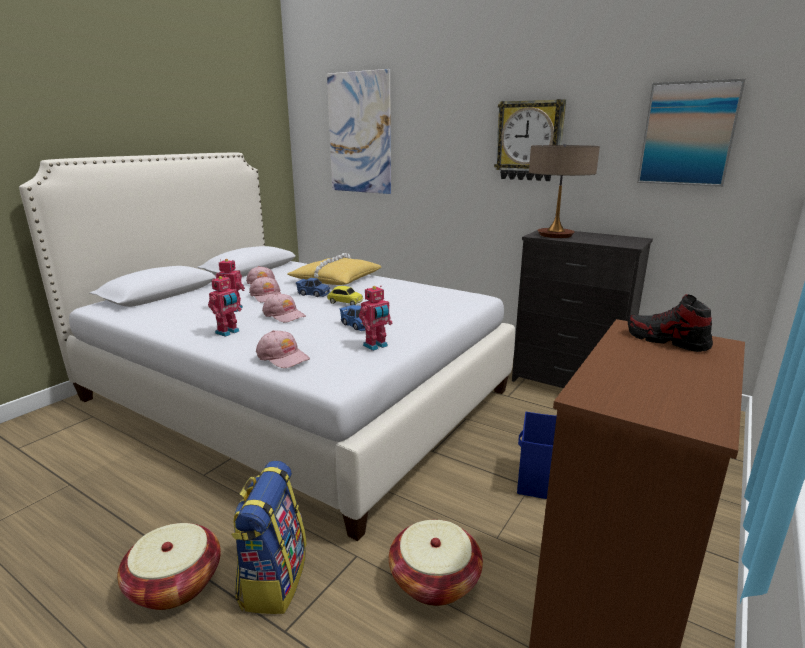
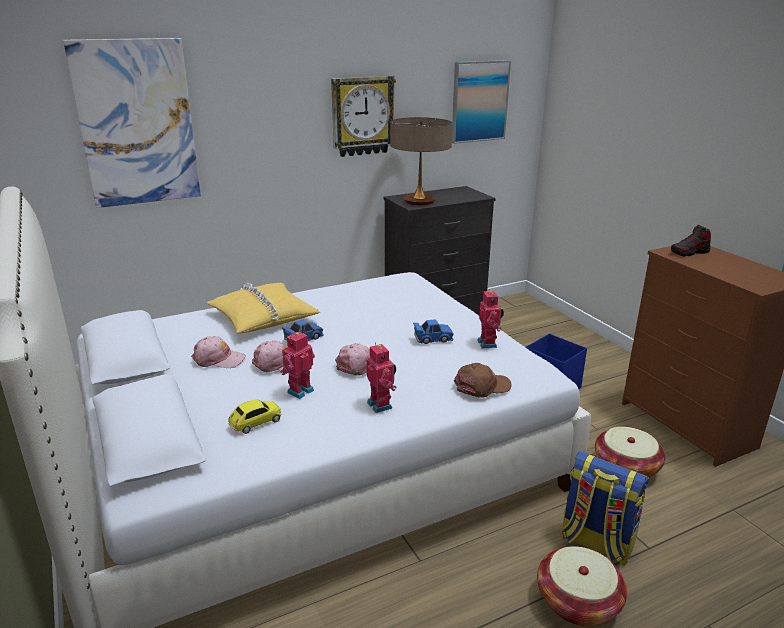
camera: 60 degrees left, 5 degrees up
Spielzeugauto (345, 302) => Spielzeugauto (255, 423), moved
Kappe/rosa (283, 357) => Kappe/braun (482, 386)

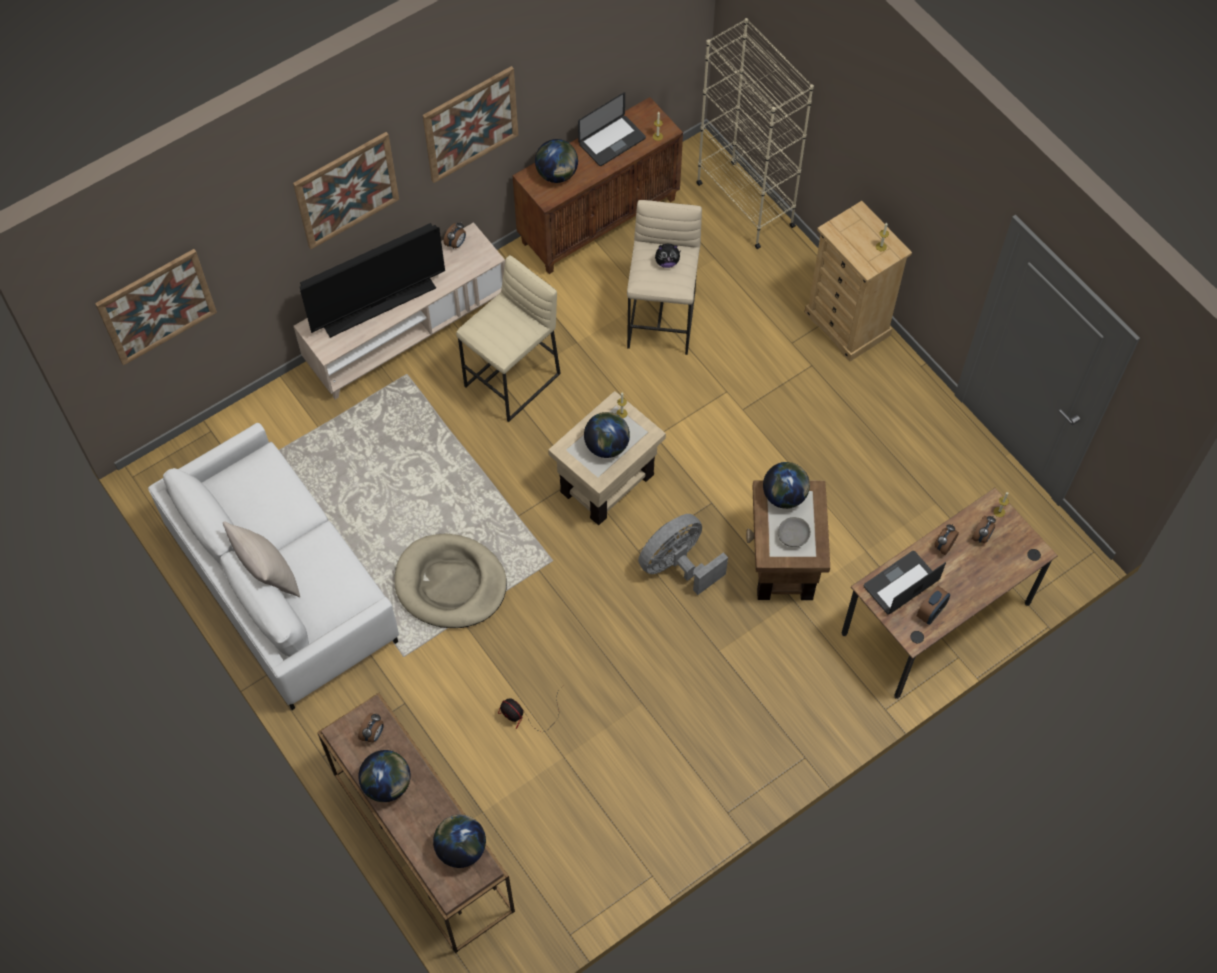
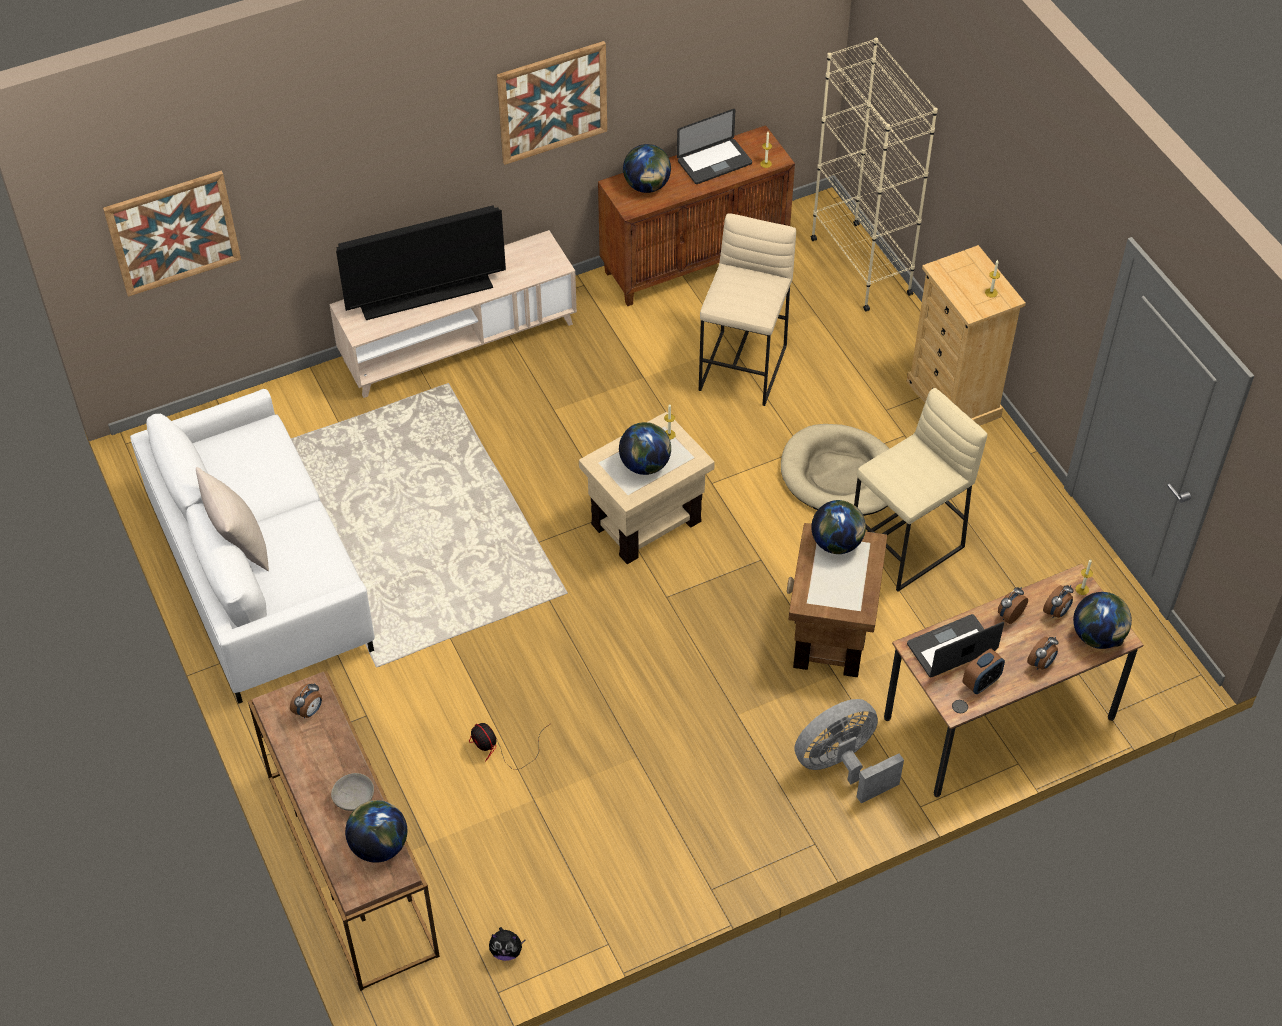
camera: 10 degrees right, 10 degrees down
Bild (346, 190) => nothing
Globus (387, 784) => Globus (1098, 636), moved
Hundebett/beige (450, 584) => Hundebett/beige (840, 475), moved
Wecker (456, 244) => Wecker (1041, 663), moved
Hocker/beige (513, 380) => Hocker/beige (907, 547), moved
Ventilator/grau (677, 565) => Ventilator/grau (842, 766), moved
Plüschtier (667, 262) => Plüschtier (506, 951), moved
Schüssel/grau (793, 537) => Schüssel/grau (354, 799), moved

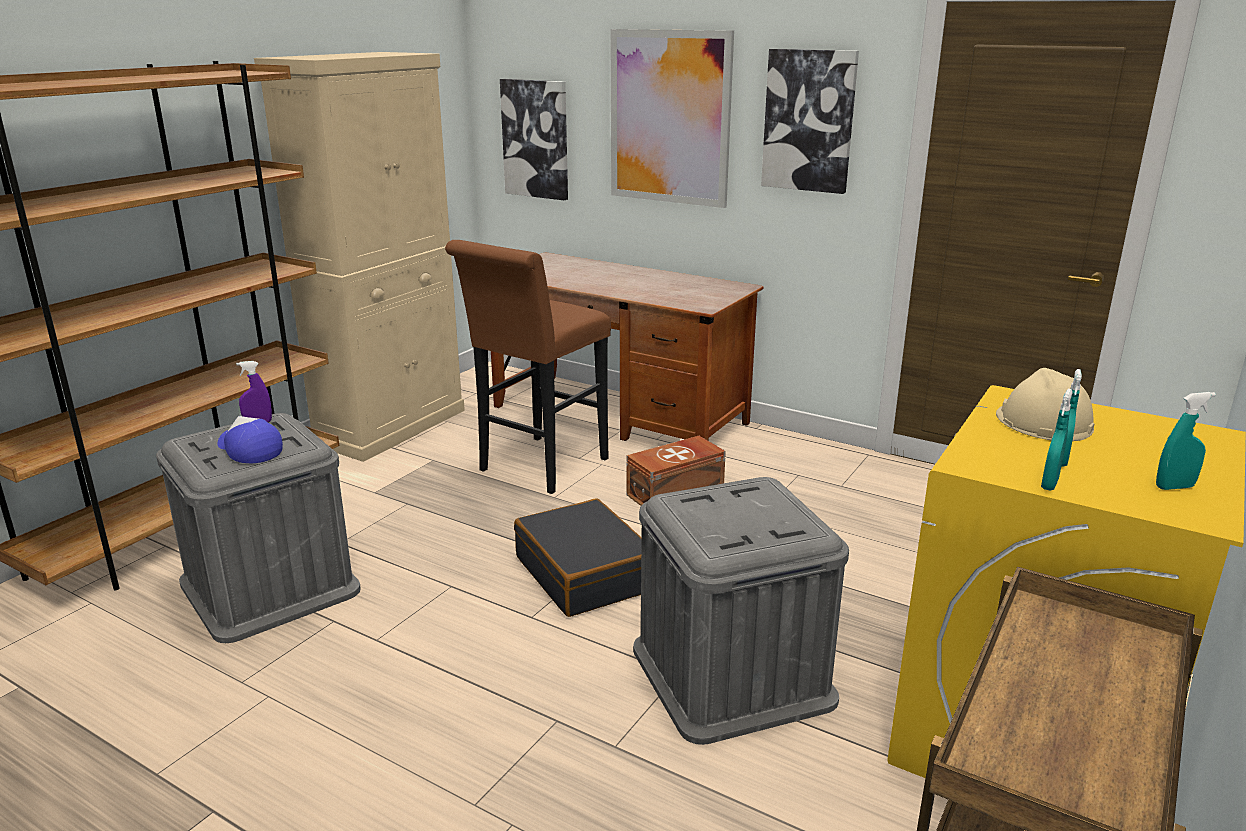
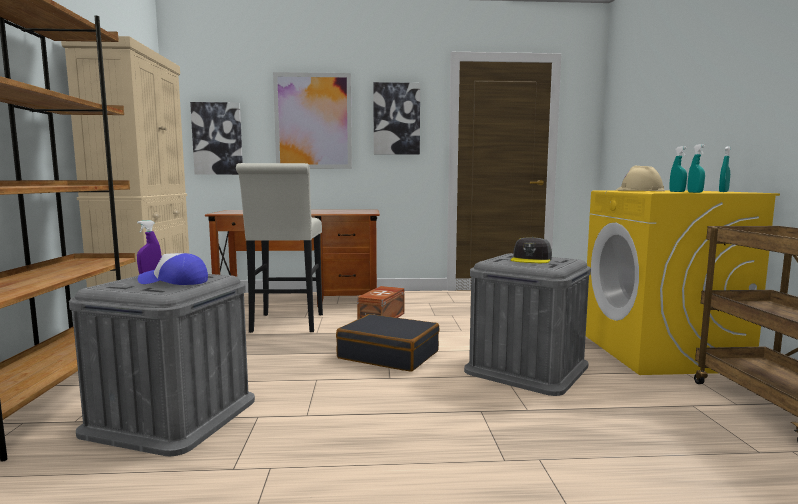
camera: 35 degrees left, 15 degrees down
nothing => Kappe/grau (531, 259)
Hocker/braun (538, 468) => Hocker/weiß (286, 325)

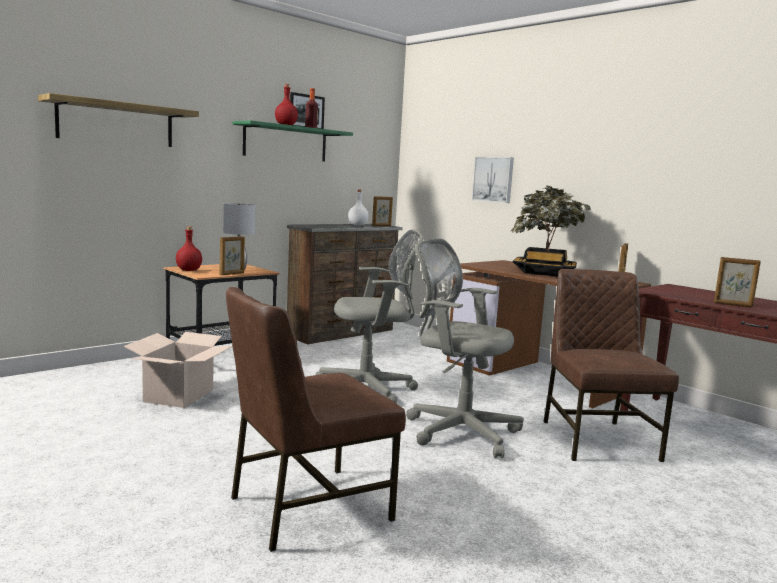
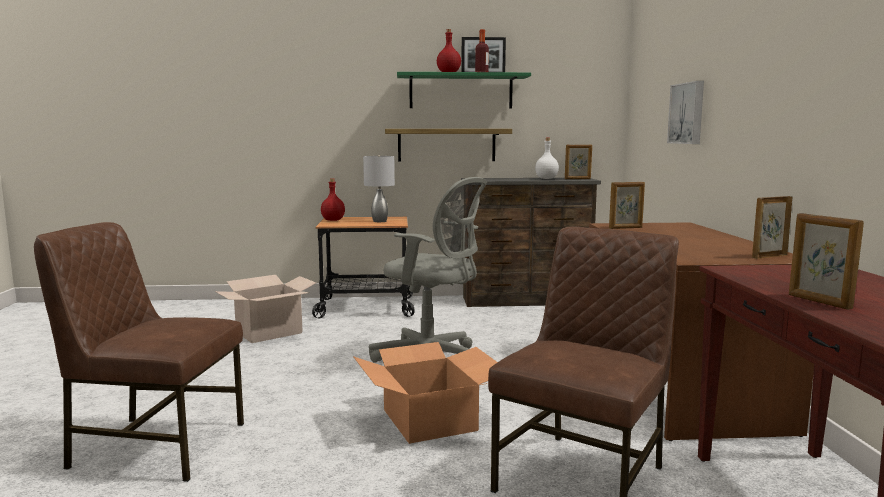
camera: 40 degrees right, 0 degrees up
Topfpflanze (544, 272) => nothing
Wandregal (116, 123) => Wandregal (446, 145), moved
Bilderrahmen (232, 274) => Bilderrahmen (626, 228), moved
Bürostuhl/grau (457, 430) => Karton (430, 419)

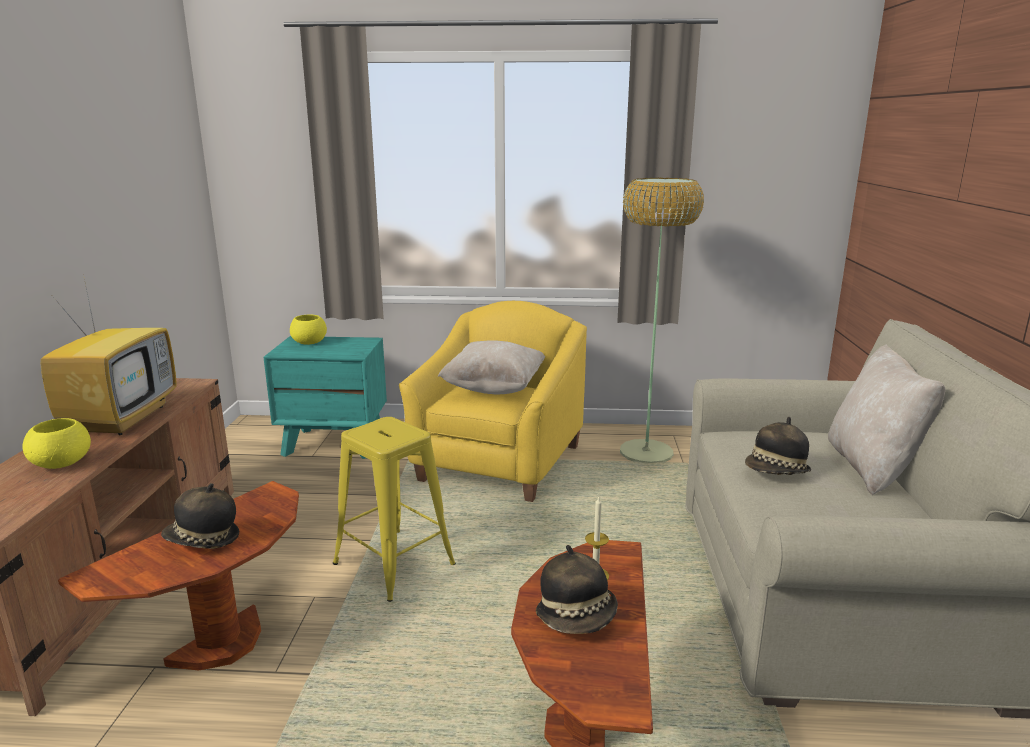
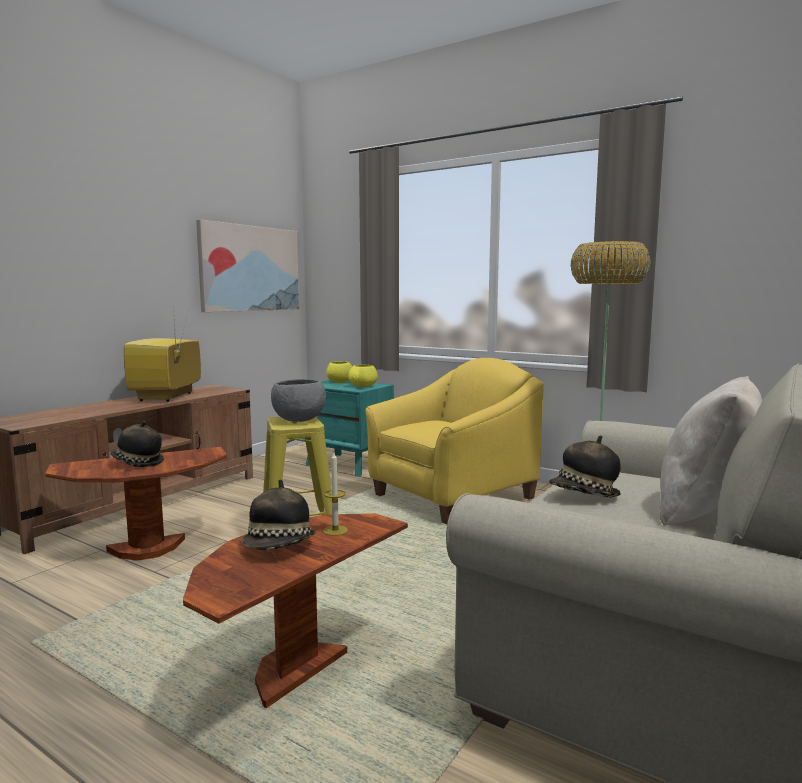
camera: 30 degrees right, 10 degrees down
Kissen/beige (494, 389) => nothing
nothing => Bild (250, 268)
nothing => Schüssel/grau (299, 420)
Schüssel/gelb (63, 463) => Schüssel/gelb (363, 386), moved
Fernseher (122, 418) => Fernseher (167, 397), 150 degrees clockwise

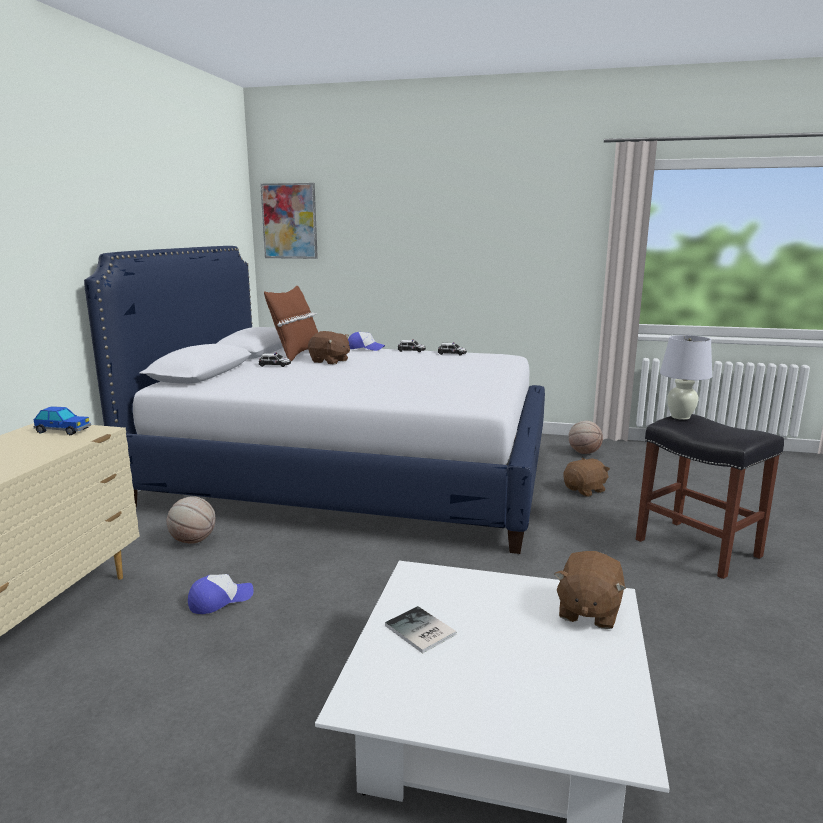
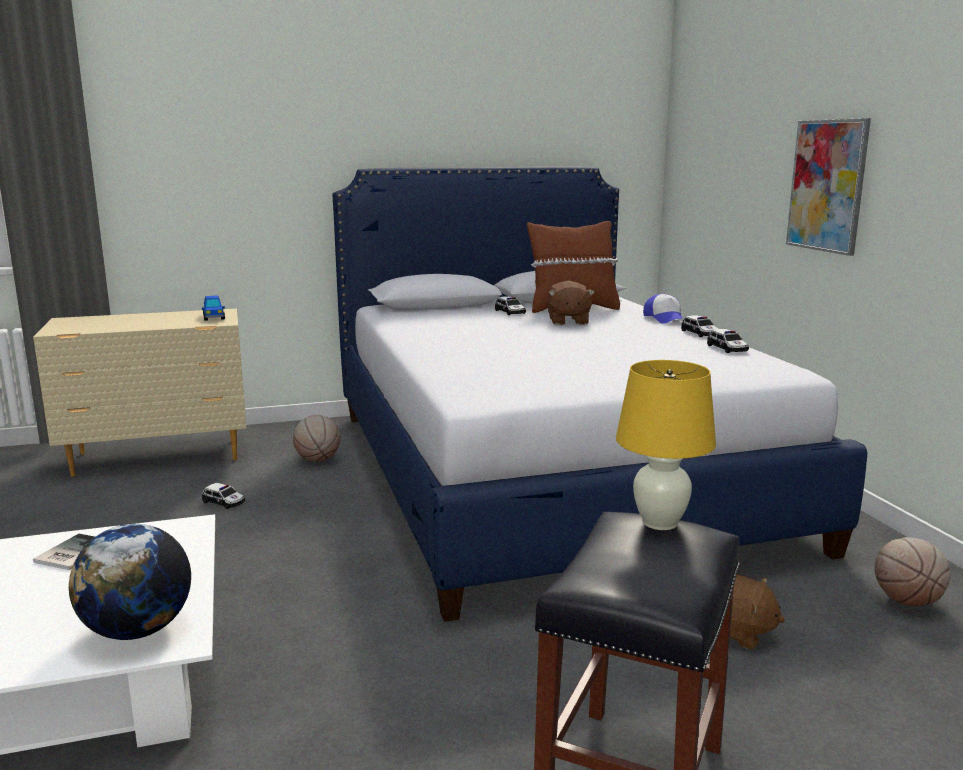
camera: 60 degrees right, 0 degrees up
Bild (289, 221) => Bild (827, 186), moved
Kappe (220, 600) => Spielzeugauto (224, 502)
Plüschtier/braun (587, 611) => Globus (138, 630)
Tischlampe/weiß (680, 417) => Tischlampe/gelb (660, 522)

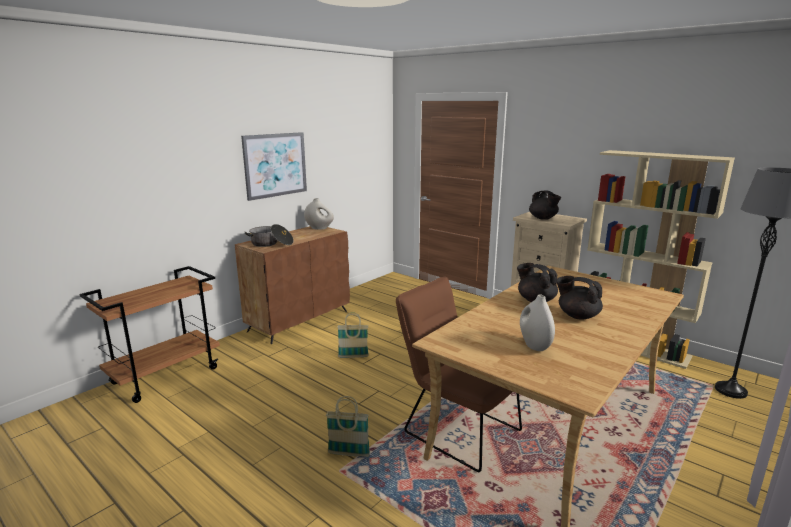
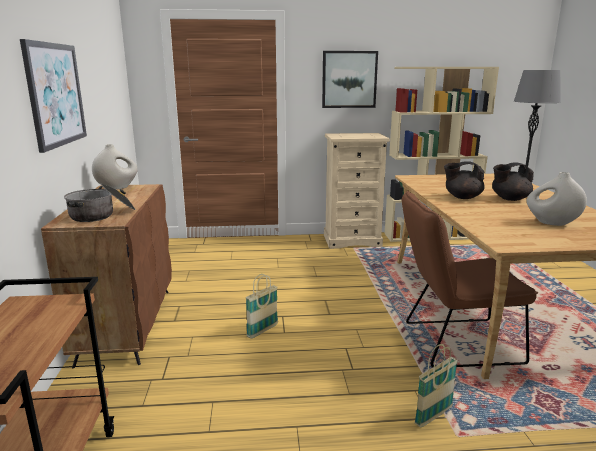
camera: 45 degrees left, 0 degrees up
Teekanne/schwarz (543, 218) => nothing
nothing => Bild (349, 79)

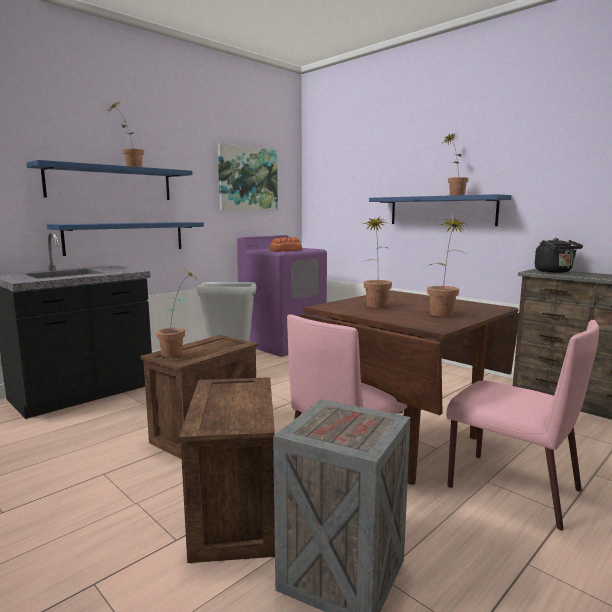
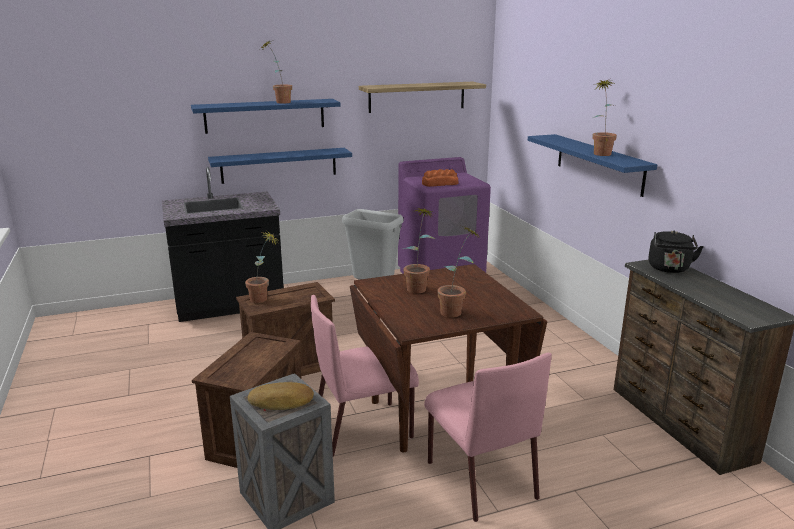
camera: 25 degrees right, 10 degrees up
nothing => Brot (281, 401)
Bild (248, 179) => Wandregal (417, 97)

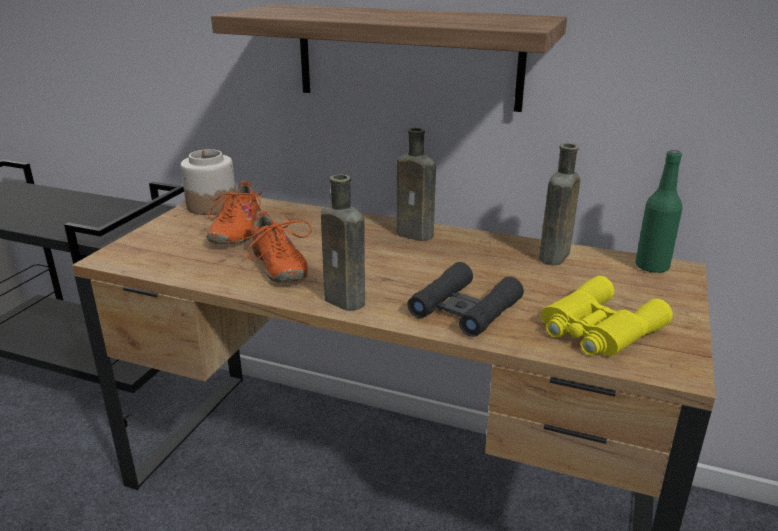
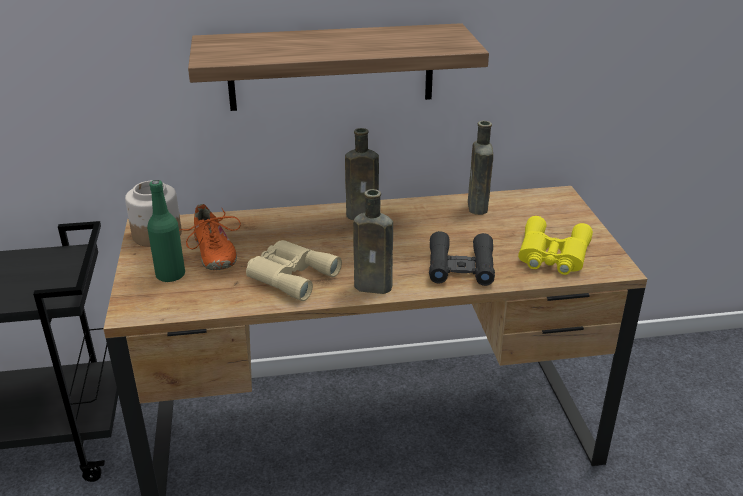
camera: 30 degrees left, 5 degrees up
Flasche/grün (652, 267) => Flasche/grün (170, 275), moved
Schuh/orange (277, 267) => Fernglas/beige (289, 275)

